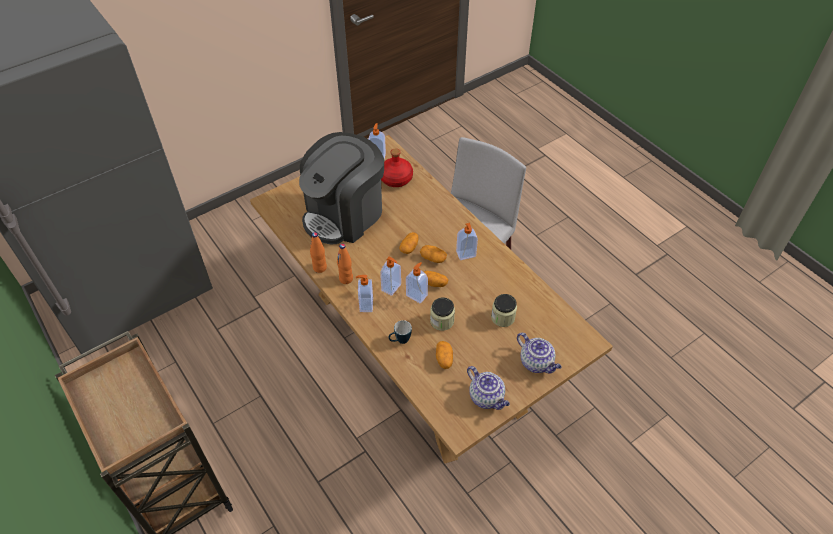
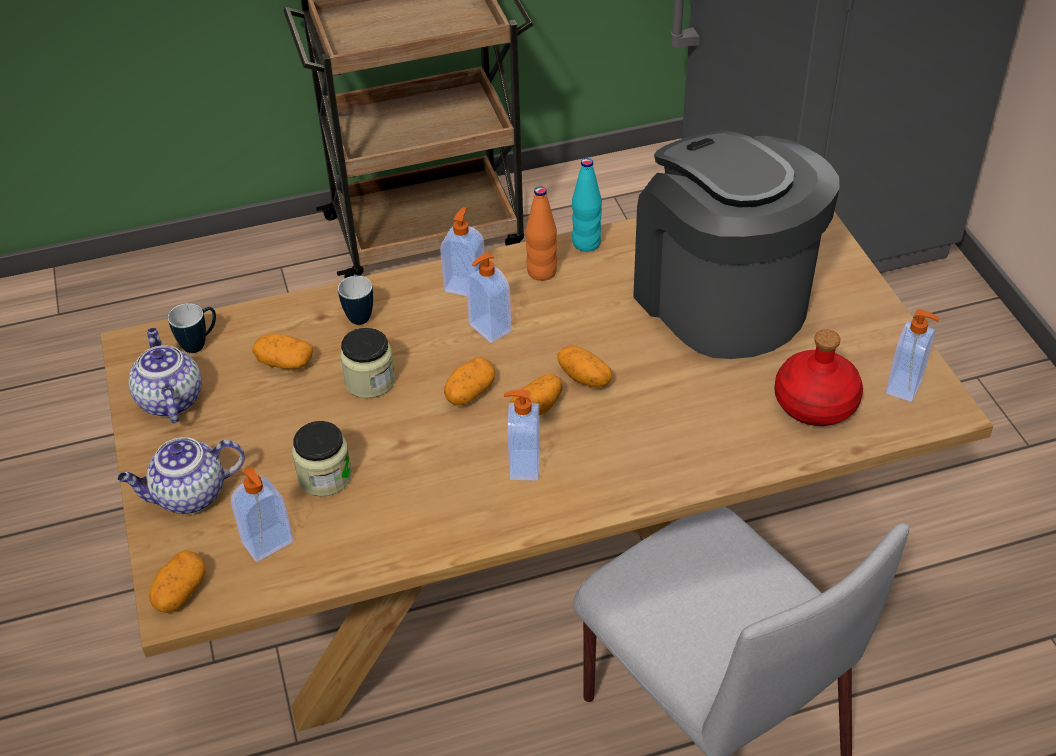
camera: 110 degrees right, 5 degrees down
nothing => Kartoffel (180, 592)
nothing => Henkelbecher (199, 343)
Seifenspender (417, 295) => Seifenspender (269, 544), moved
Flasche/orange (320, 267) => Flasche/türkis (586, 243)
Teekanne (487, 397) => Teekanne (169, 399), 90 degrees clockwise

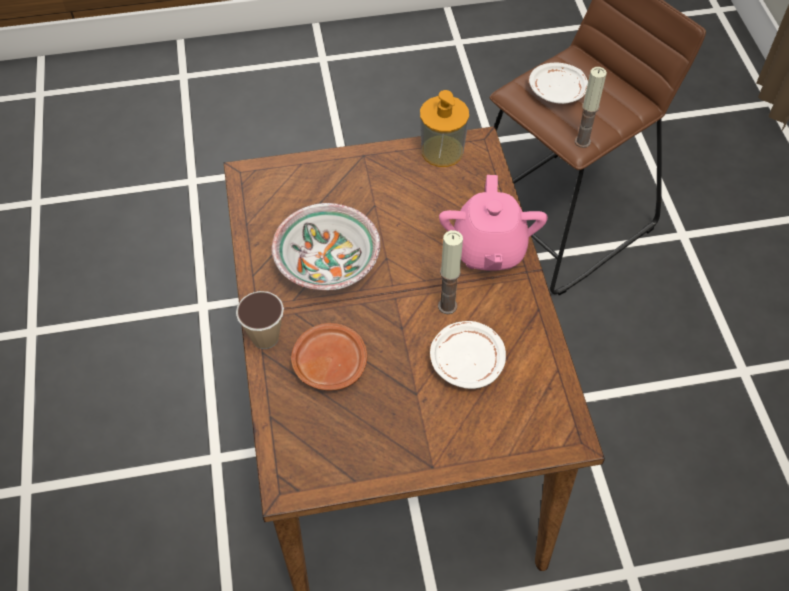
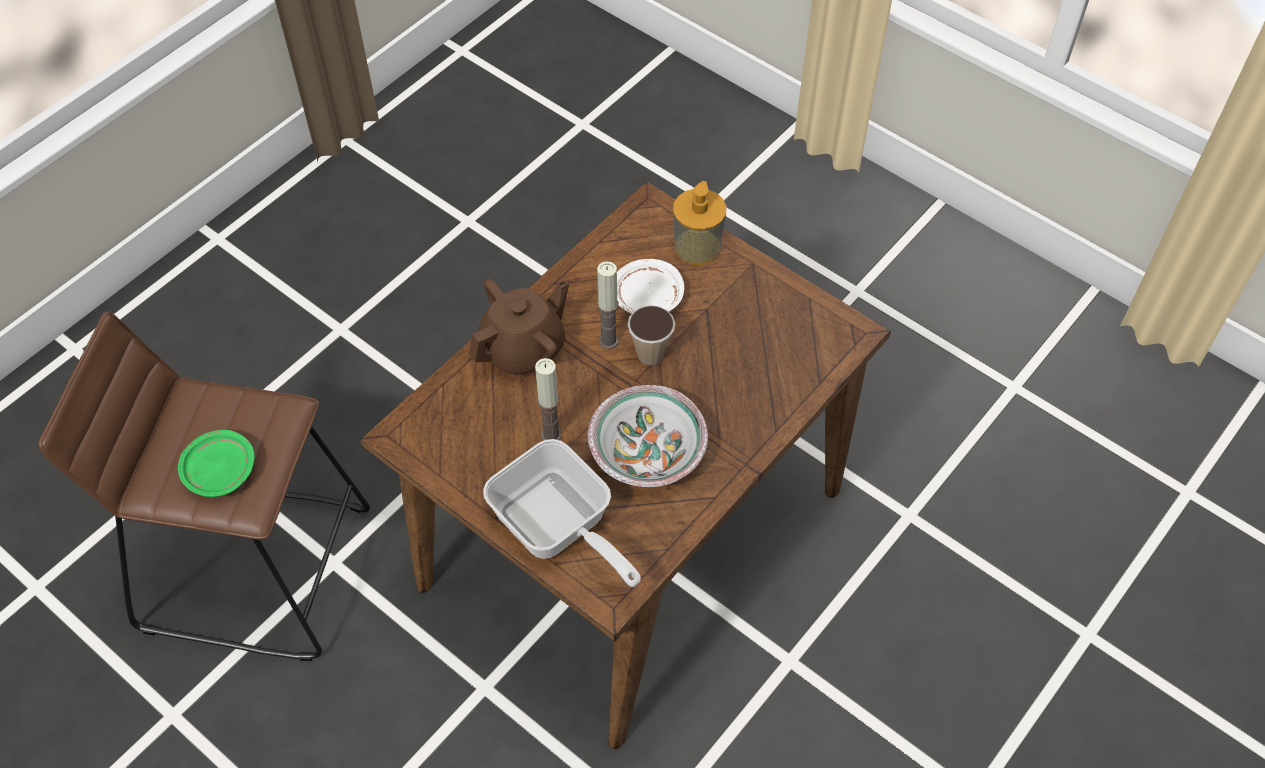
camera: 130 degrees left, 0 degrees up
Teller/braun (329, 363) => nothing
nothing => Pfanne (558, 529)
Tasse (265, 337) => Tasse (650, 353), moved
Seifenspender (442, 151) => Seifenspender (697, 247), moved
Kerze (582, 141) => Kerze (551, 435), moved
Teekanne/rosa (488, 250) => Teekanne/braun (523, 349)
Teller/weiß (558, 91) => Teller/grün (220, 470)

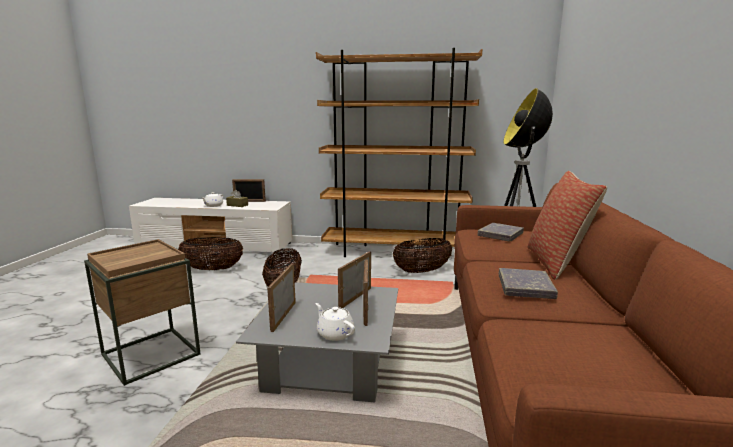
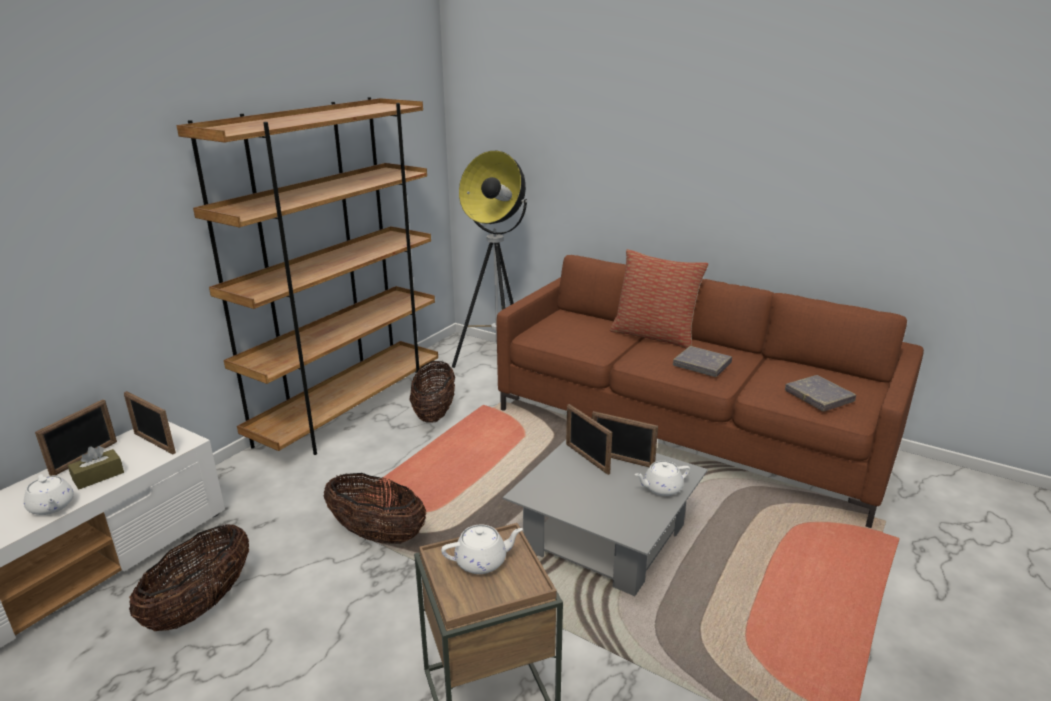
camera: 65 degrees left, 10 degrees up
nothing => Teekanne/weiß (482, 561)
Bilderrahmen (283, 316) => Bilderrahmen (154, 443), moved
Buch/grau (500, 235) => Buch/grau (819, 397), moved

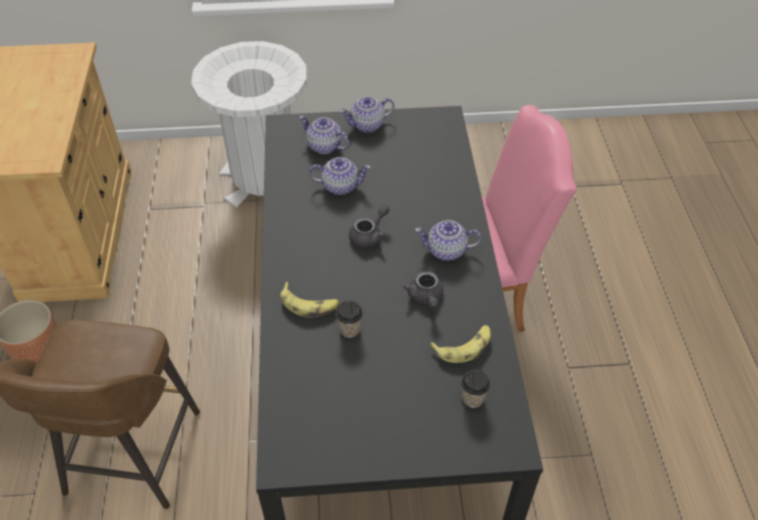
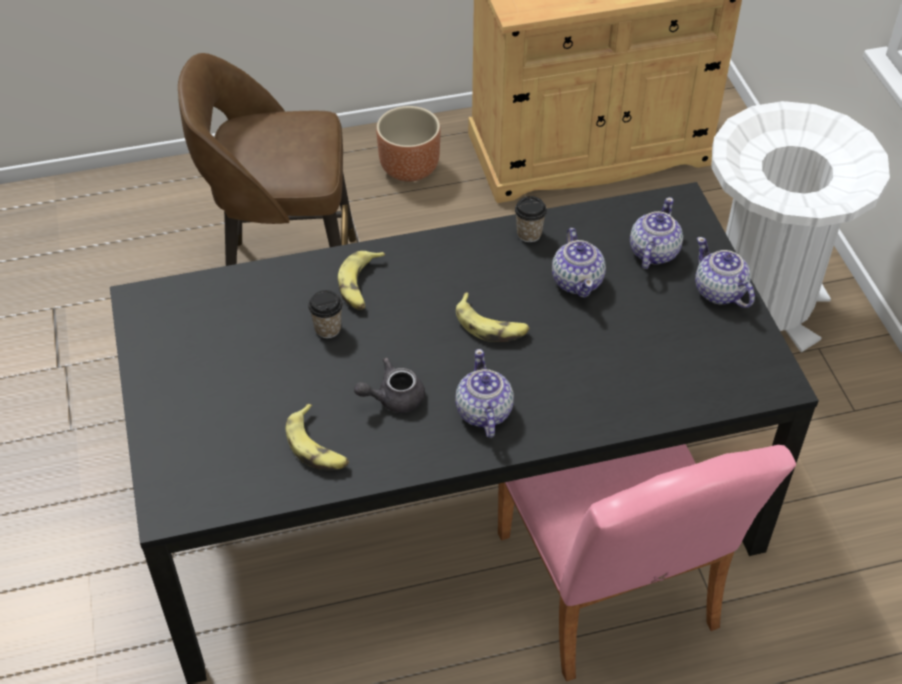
camera: 80 degrees right, 0 degrees up
Tasse (473, 398) => Tasse (529, 234), moved
Teekanne/grau (369, 235) => Banane (491, 325)

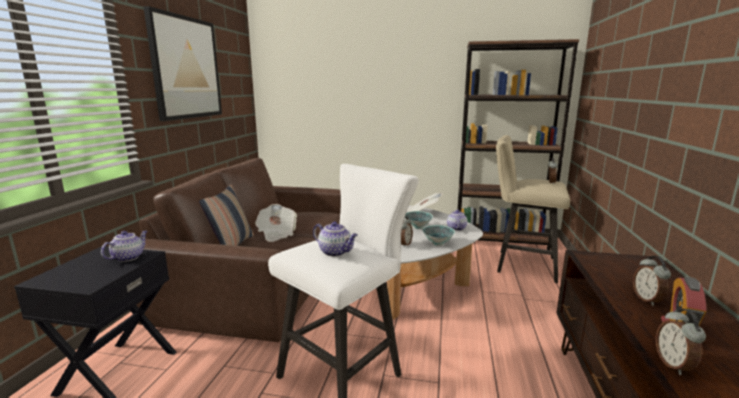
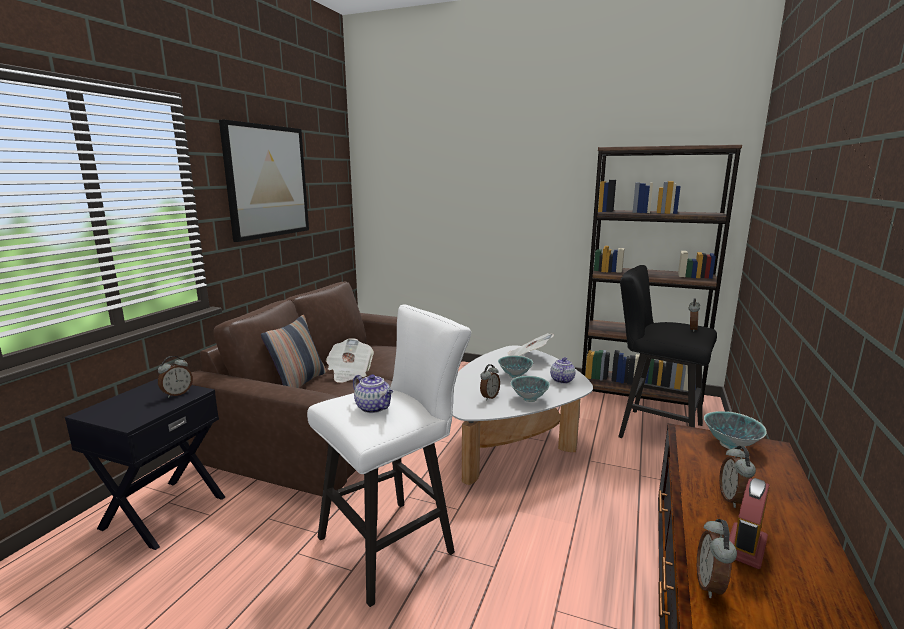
camera: 10 degrees right, 0 degrees up
nothing => Schüssel (730, 445)
Teekanne (128, 257) => Wecker (177, 394)
Hocker/beige (521, 264) => Hocker/schwarz (654, 430)

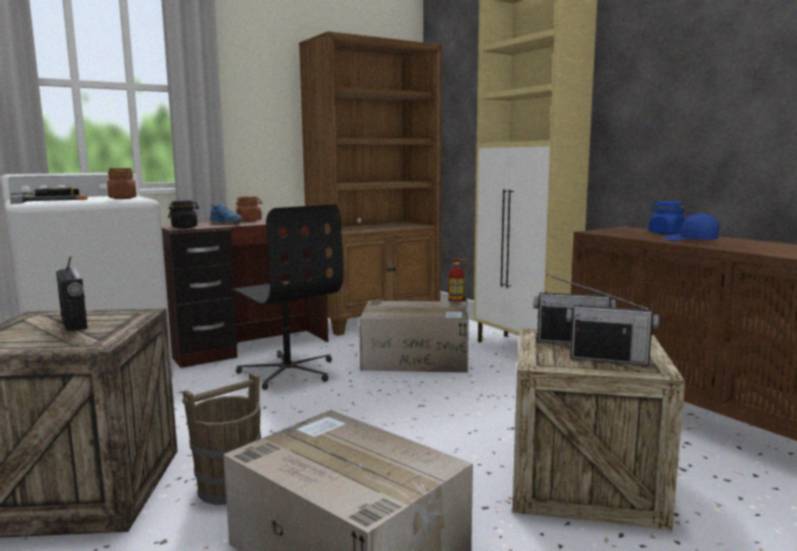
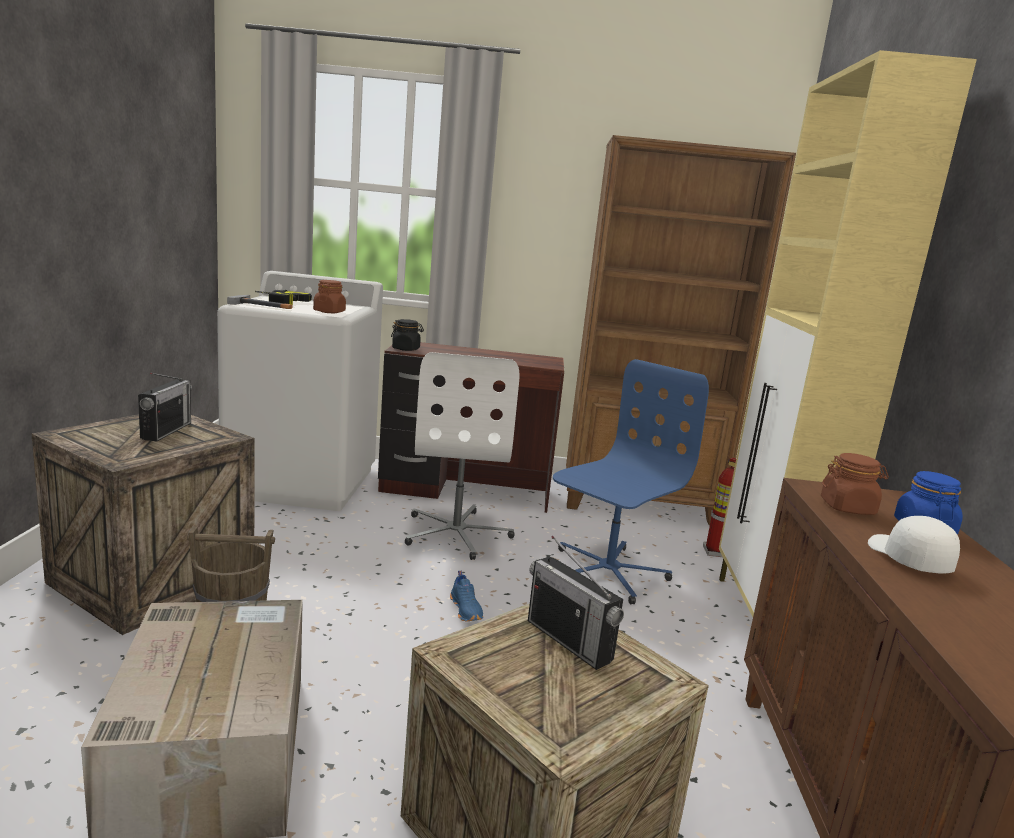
camera: 35 degrees right, 5 degrees up
Radio (608, 359) => nothing
Schuh/blau (226, 223) => Schuh/blau (466, 610), moved
Vorratsglas/braun (249, 221) => Vorratsglas/braun (847, 508), moved
Karton (417, 358) => Bürostuhl/blau (607, 572)
Bürostuhl/schwarz (288, 371) => Bürostuhl/weiß (457, 533)
Kappe/blau (690, 240) => Kappe/weiß (907, 558)

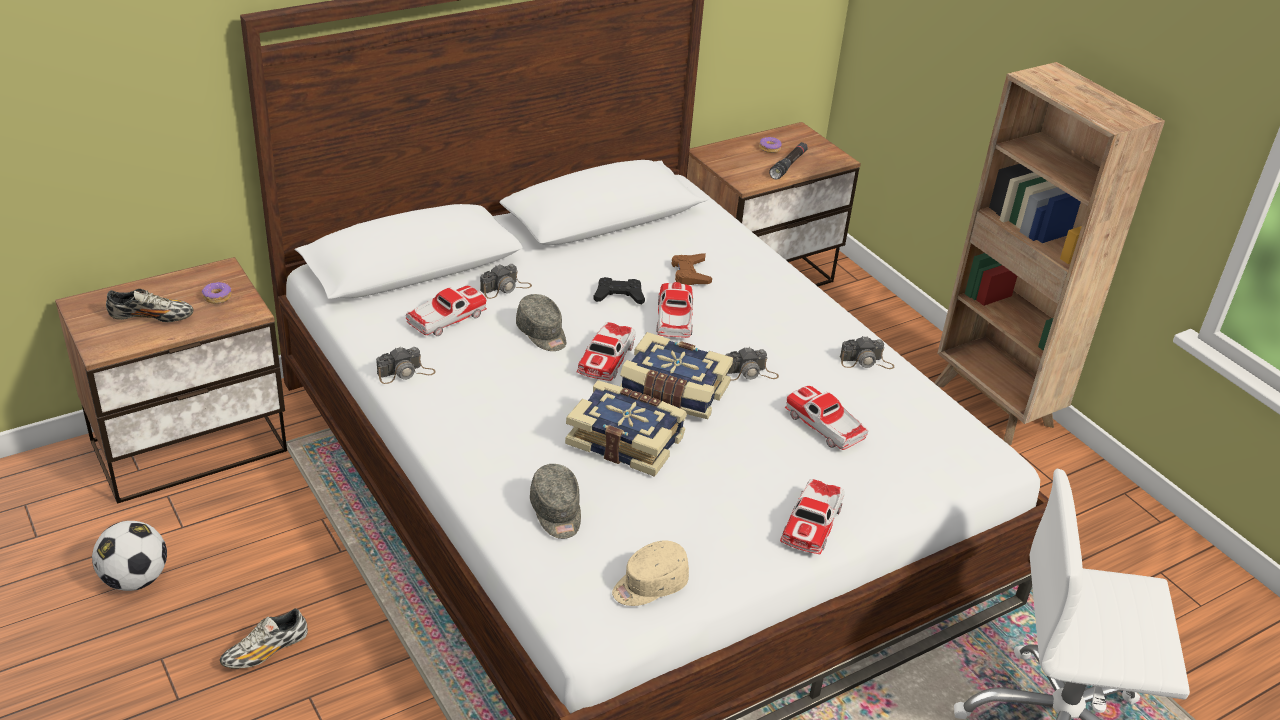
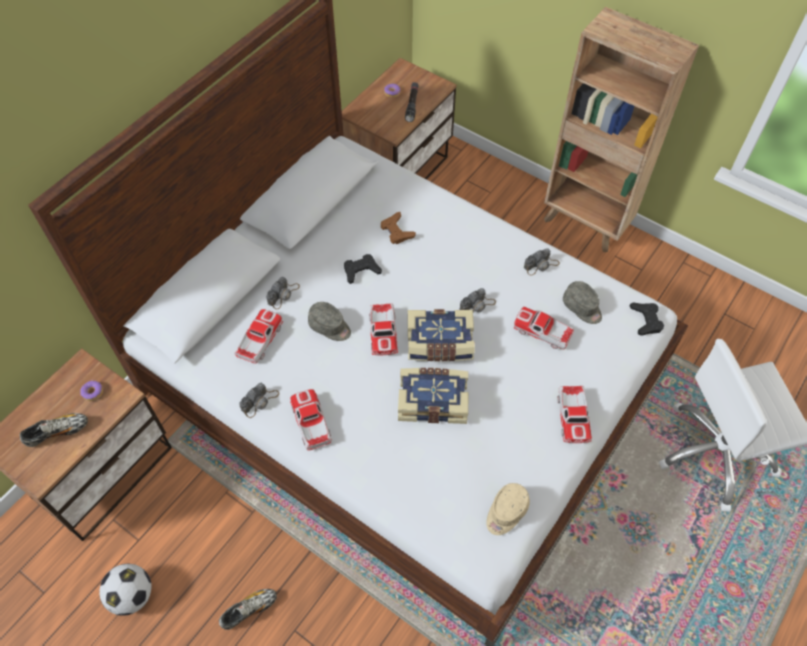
camera: 20 degrees left, 20 degrees up
nothing => Gamepad/schwarz (646, 320)
Kappe/grau (556, 512) => Kappe/grau (582, 308), moved
Spielzeugauto (674, 319) => Spielzeugauto (311, 423), moved
Schuh (266, 651) => Schuh (249, 610), 150 degrees counterclockwise

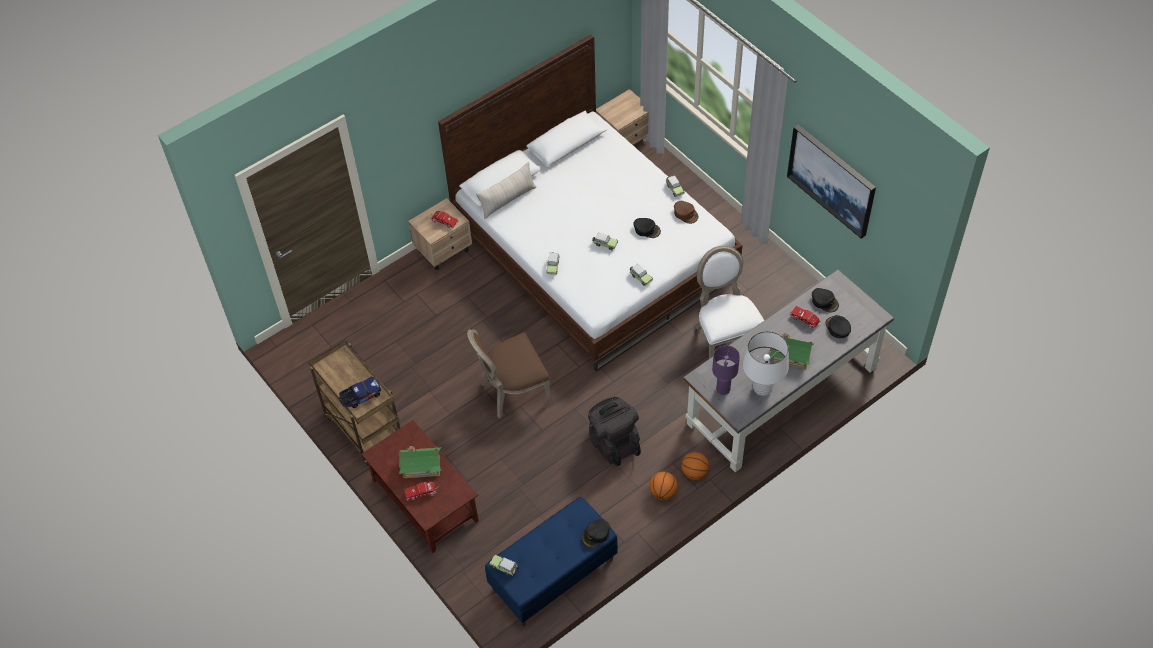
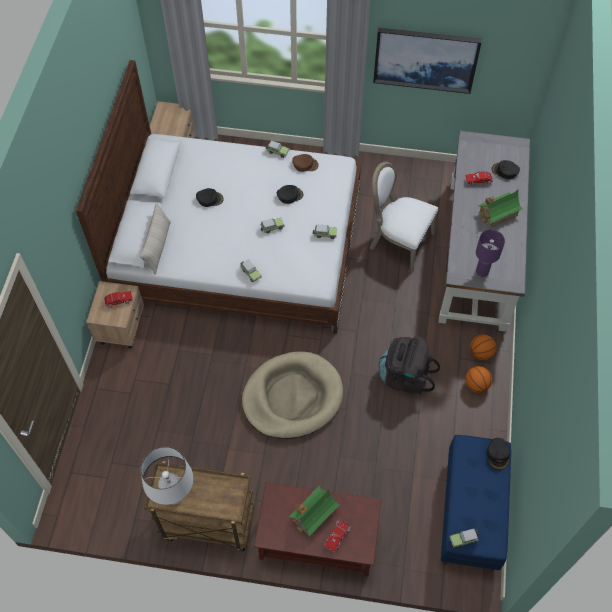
camera: 45 degrees left, 5 degrees up
Spielzeuglaster (360, 397) => nothing
Tischlampe/weiß (762, 388) => Tischlampe/weiß (173, 495), moved
Kappe/schwarz (824, 301) => Kappe/schwarz (210, 199), moved
Stuhl/braun (512, 391) => Hundebett/beige (292, 397)

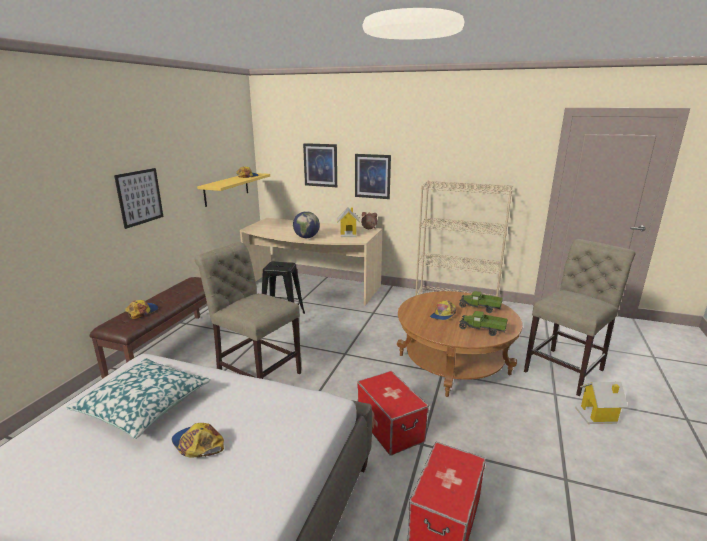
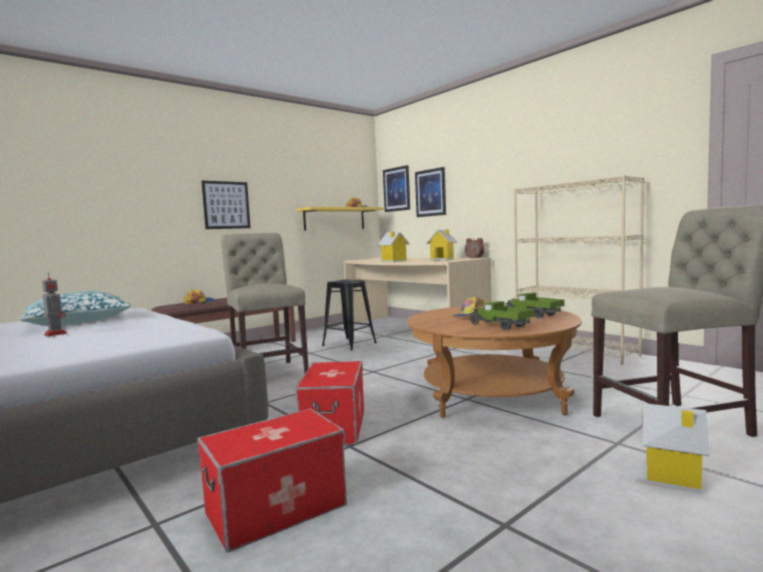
camera: 30 degrees right, 15 degrees down
Bild (372, 176) => Bild (396, 189), moved
Kappe (197, 444) => Spielzeugroboter (55, 334)
Globus (306, 237) => Spielzeughaus (393, 261)

